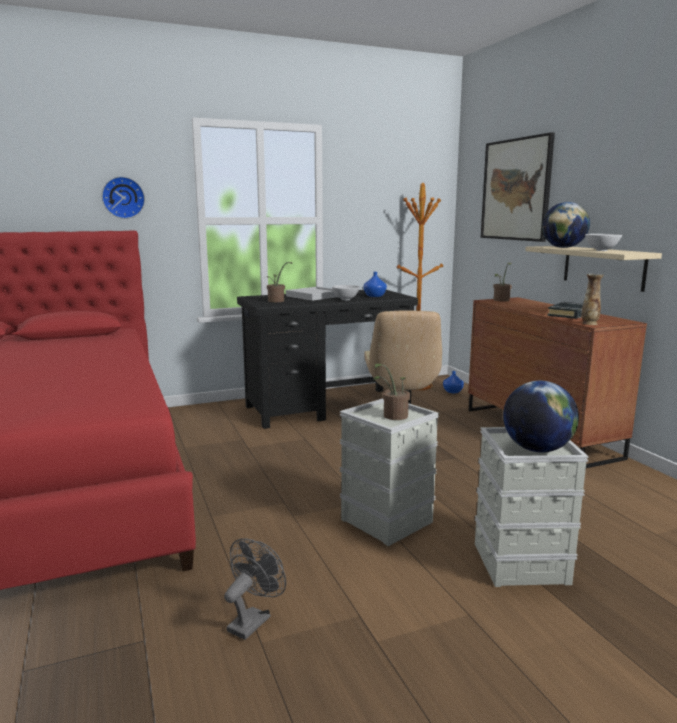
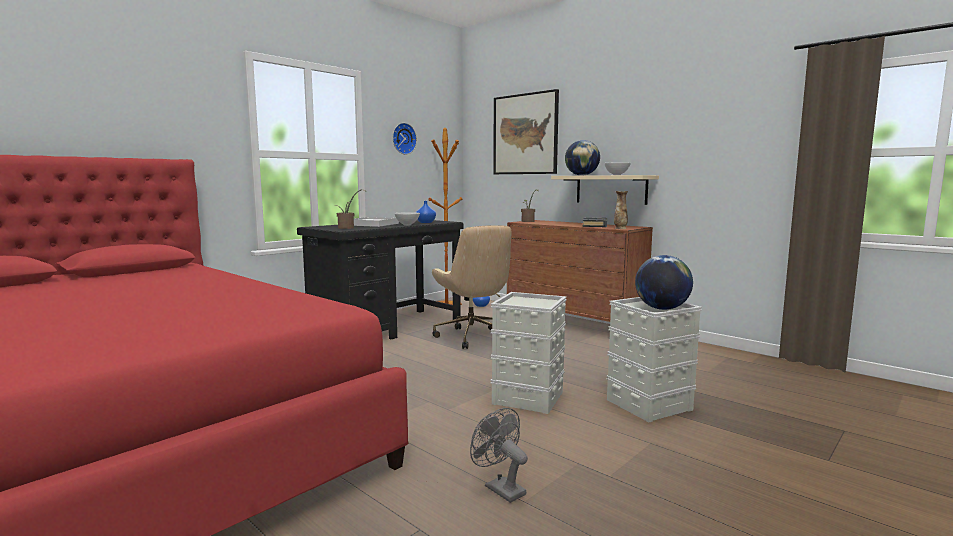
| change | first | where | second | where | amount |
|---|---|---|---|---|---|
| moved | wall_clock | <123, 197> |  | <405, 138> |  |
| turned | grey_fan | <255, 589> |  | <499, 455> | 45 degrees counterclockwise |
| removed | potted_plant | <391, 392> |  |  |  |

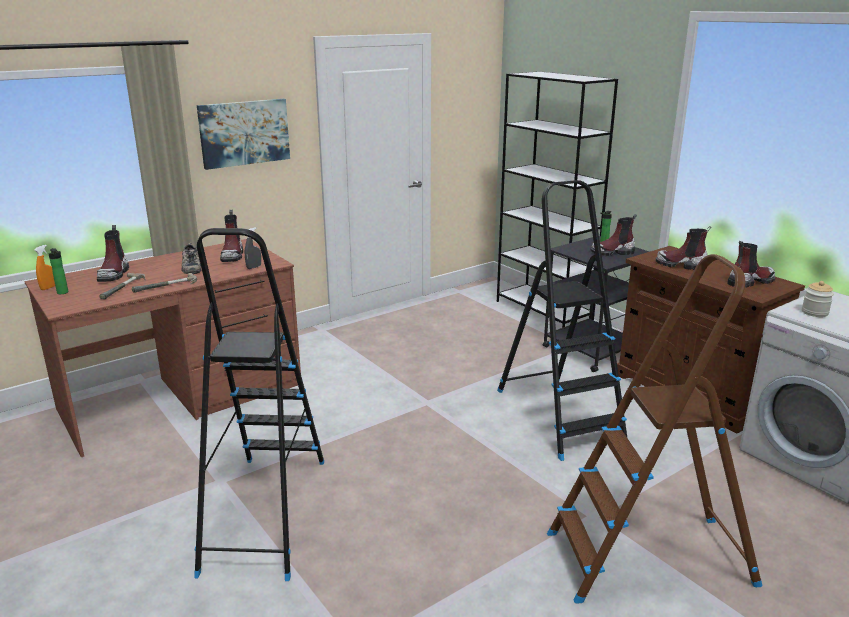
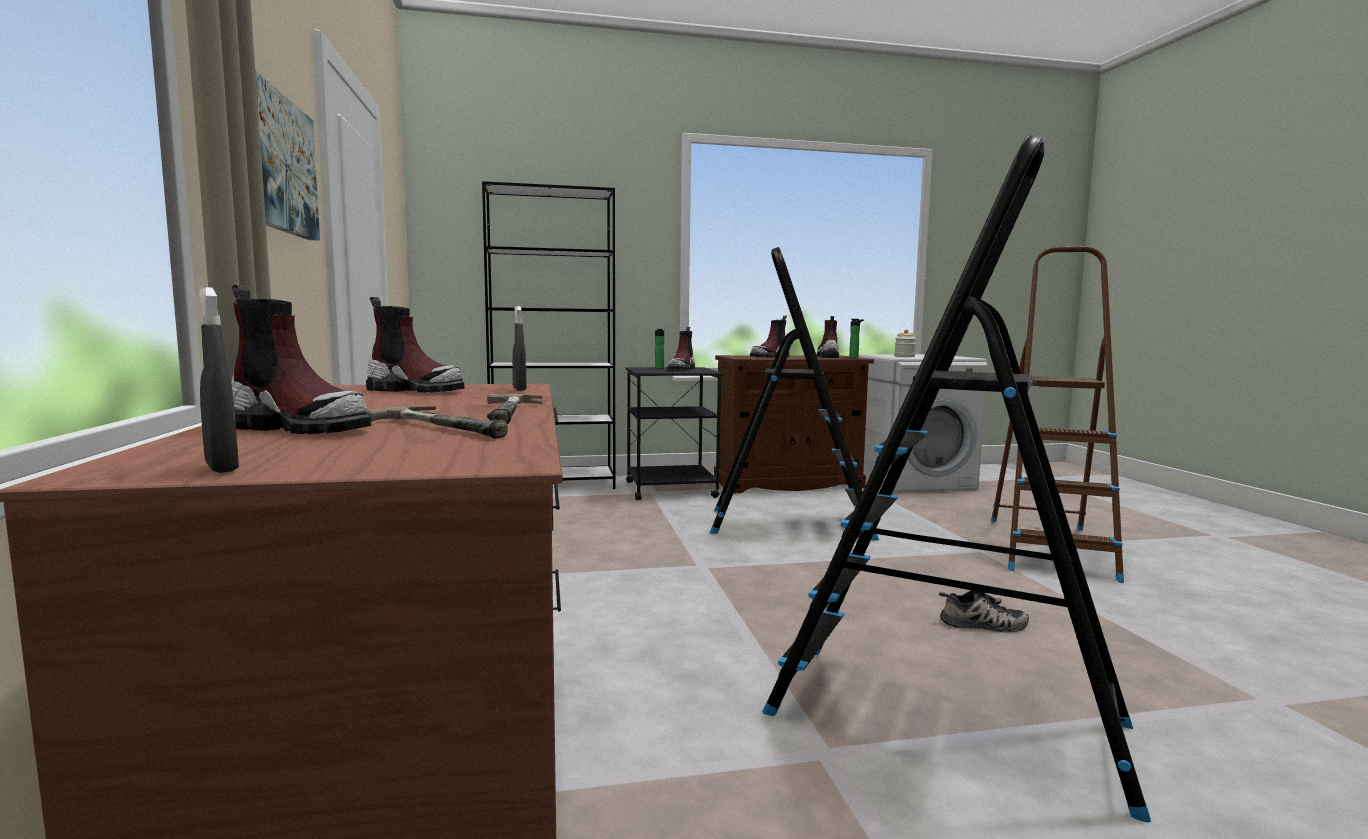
| change | first | where | second | where | amount |
|---|---|---|---|---|---|
| recoloured | orange_spray_bottle | <44, 267> | grey_spray_bottle | <219, 380> |  |
| moved | bottle | <58, 271> |  | <856, 338> |  |
| moved | shoe | <191, 258> |  | <984, 611> |  |

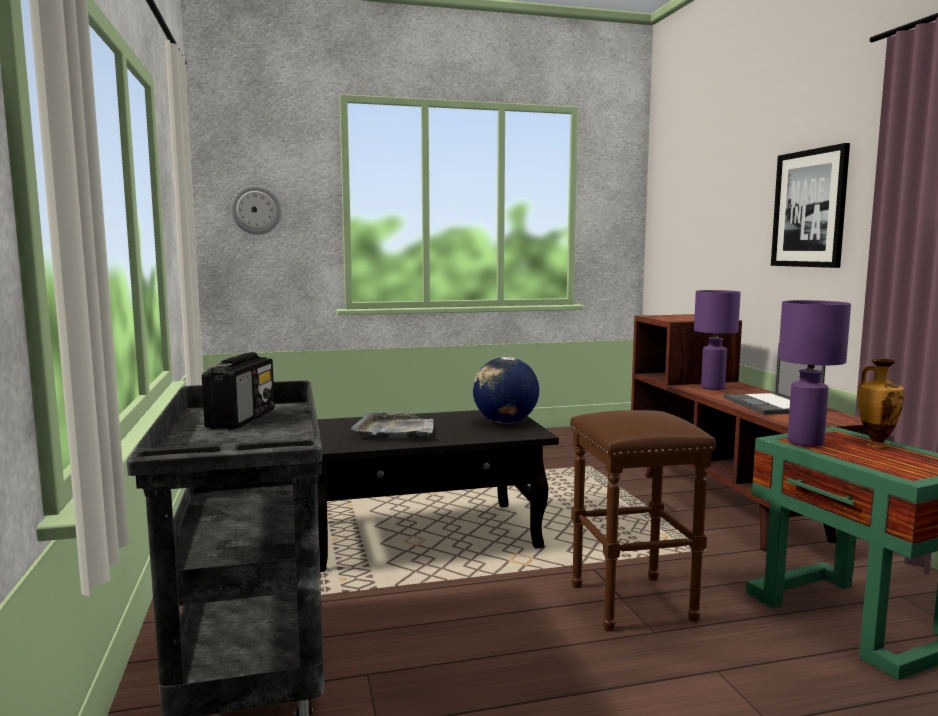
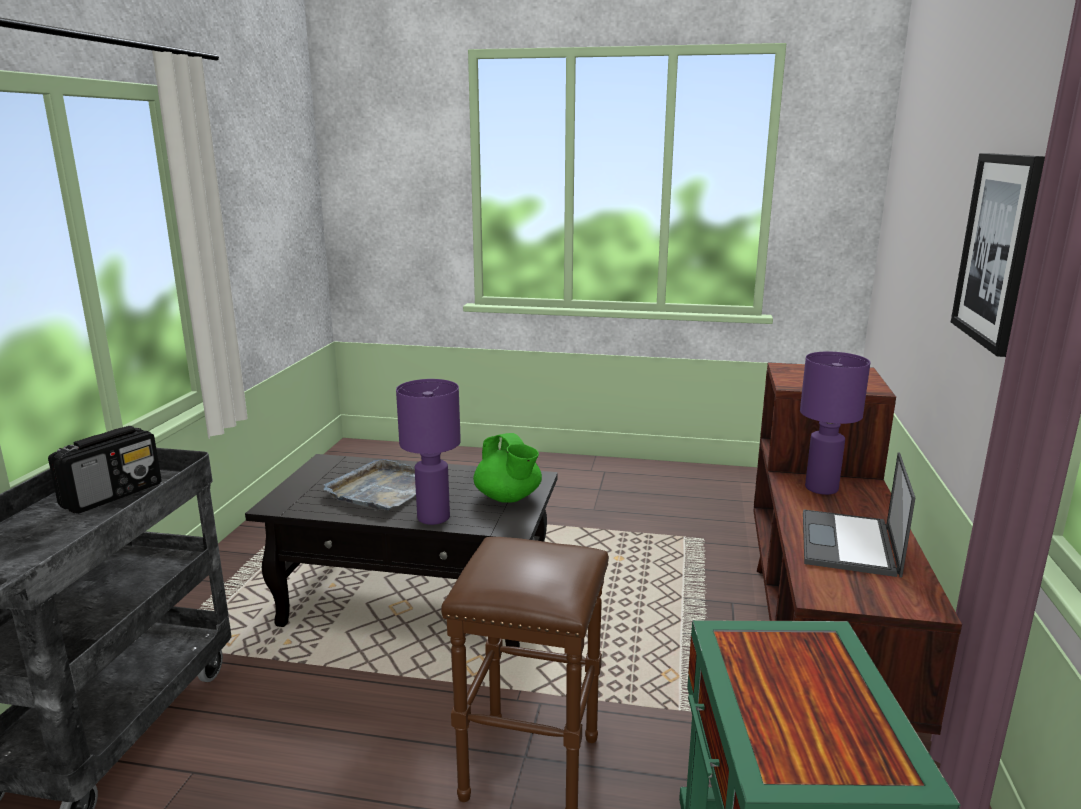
| change | first | where | second | where | amount |
|---|---|---|---|---|---|
| removed | wall_clock | <256, 210> |  |  |  |
| replaced | globe | <506, 390> | green_teapot | <507, 468> |  |
| moved | purple_table_lamp | <814, 373> |  | <428, 452> |  |
| removed | vase | <880, 403> |  |  |  |

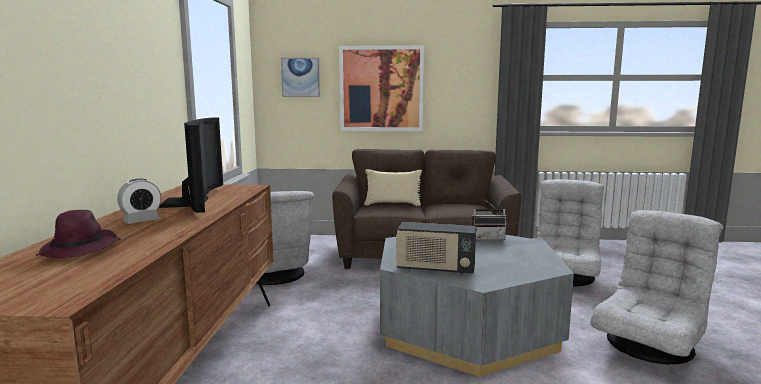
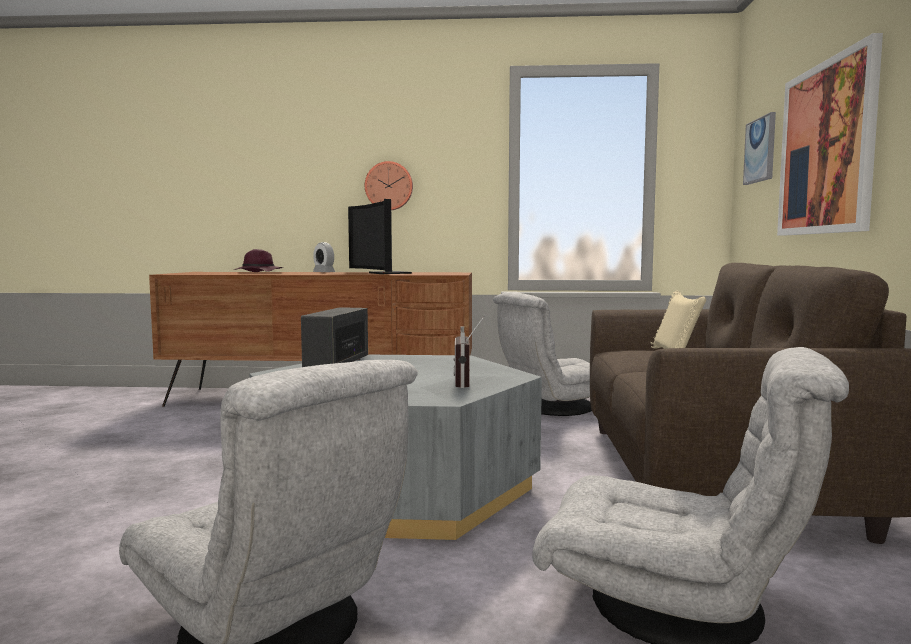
| change | first | where | second | where | amount |
|---|---|---|---|---|---|
| turned | television | <191, 165> |  | <380, 236> | 75 degrees clockwise |
| added |  |  | wall_clock | <389, 185> |  |

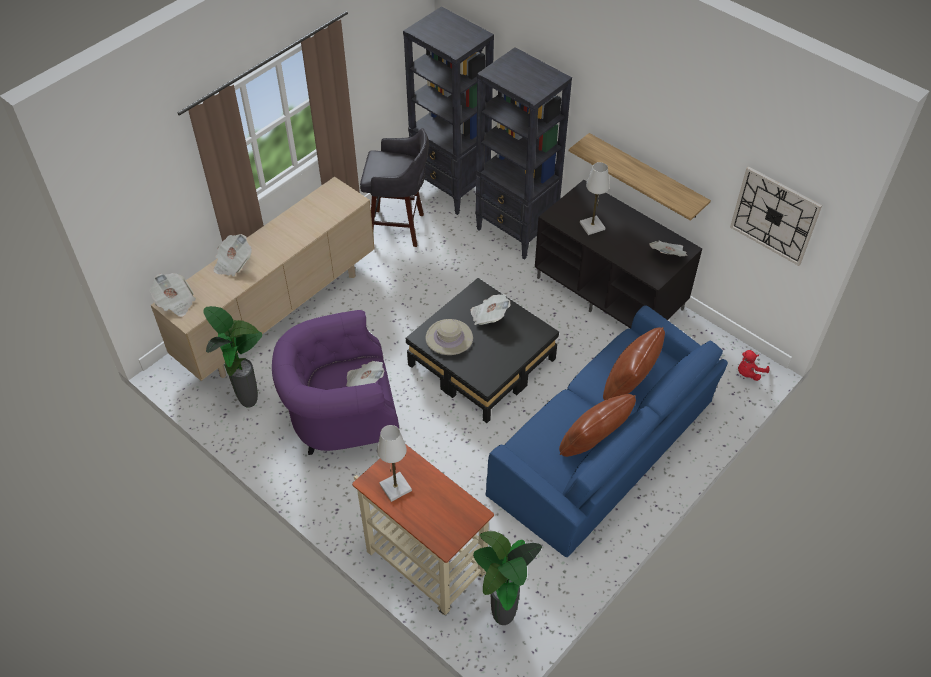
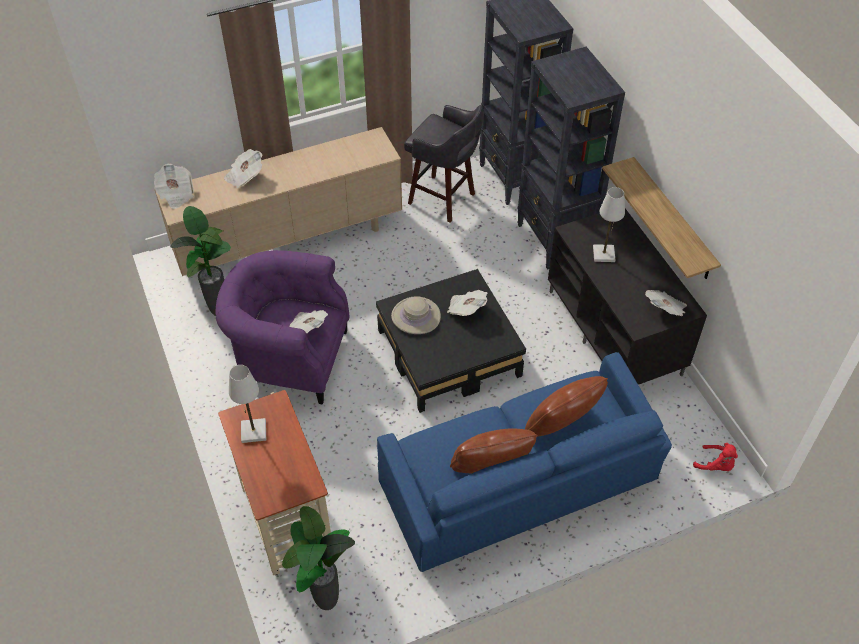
| change | first | where | second | where | amount |
|---|---|---|---|---|---|
| removed | wall_clock | <776, 216> |  |  |  |
| turned | red_plush_toy | <754, 365> |  | <715, 457> | 135 degrees counterclockwise |

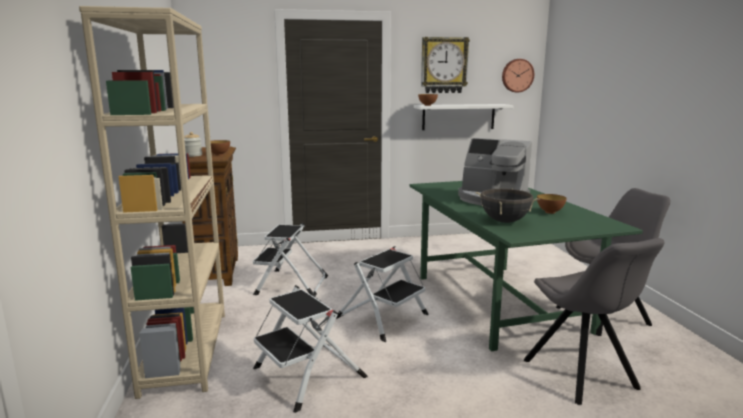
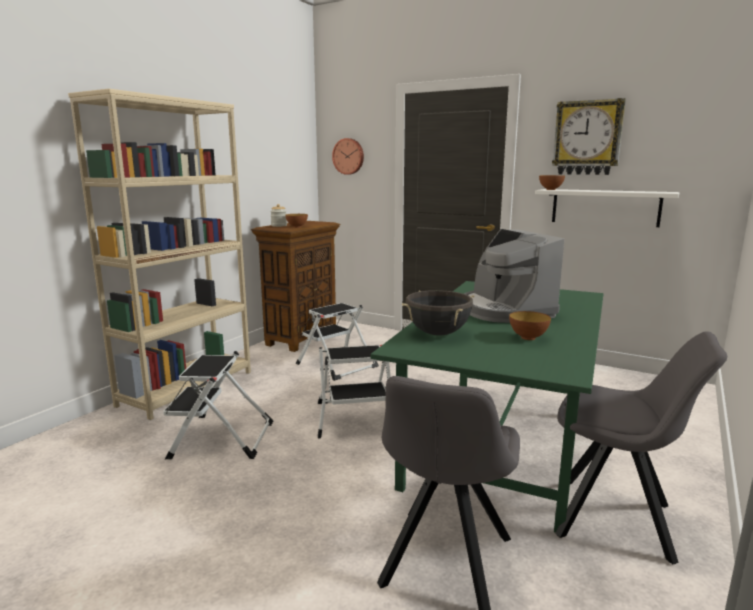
| change | first | where | second | where | amount |
|---|---|---|---|---|---|
| moved | wall_clock | <518, 76> |  | <348, 156> |  |

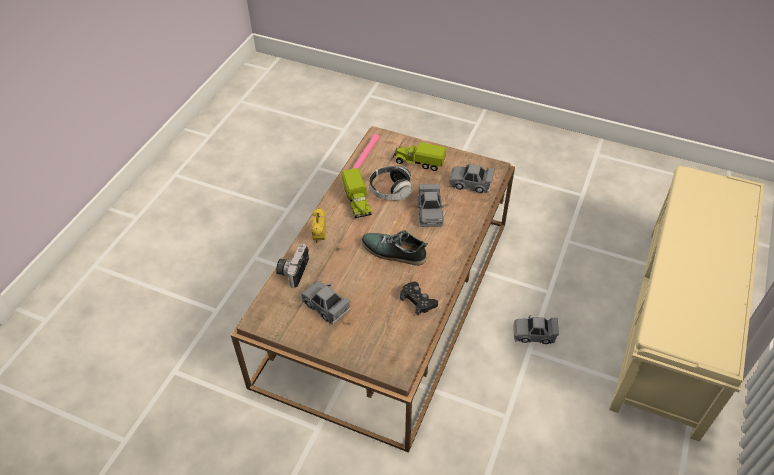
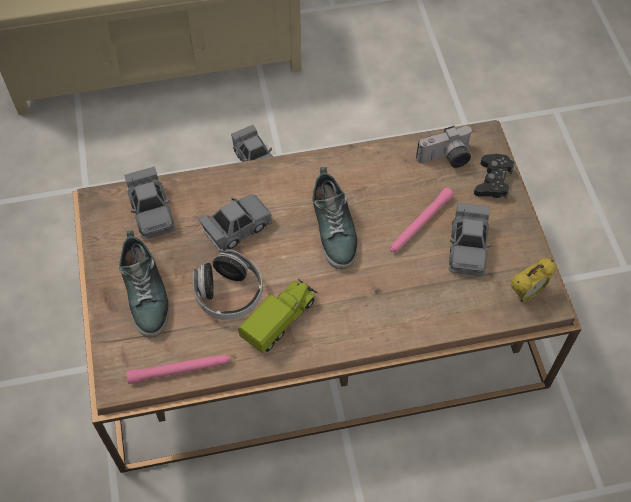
| change | first | where | second | where | amount |
|---|---|---|---|---|---|
| moved | photo_camera | <292, 265> |  | <444, 147> |  |
| moved | alarm_clock | <318, 225> |  | <533, 280> |  |
| replaced | toy_truck | <419, 156> | shoe | <144, 284> |  |
| moved | black_game_controller | <419, 299> |  | <494, 176> |  |
| added |  |  | pink_flashlight | <422, 219> |  |

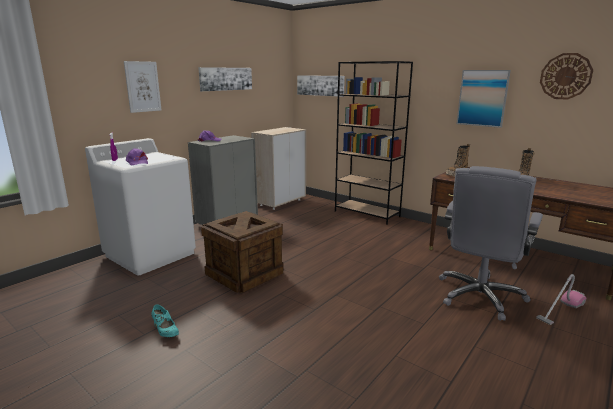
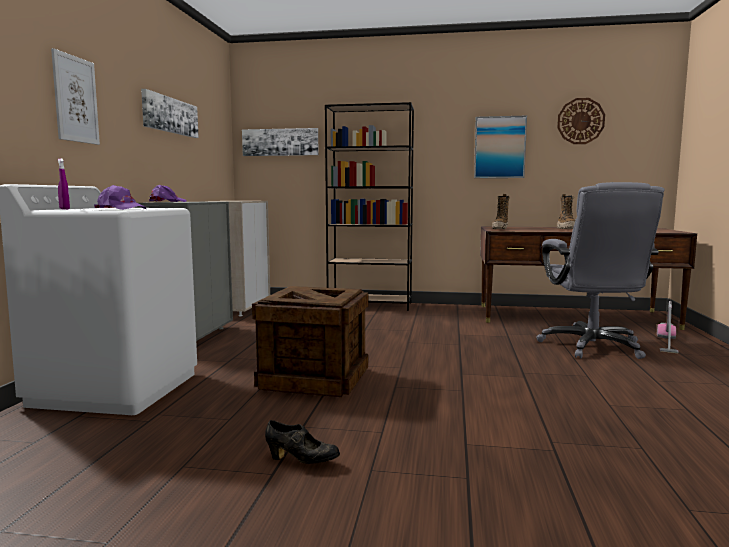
| change | first | where | second | where | amount |
|---|---|---|---|---|---|
| recoloured | turquoise_shoe | <165, 320> | black_shoe | <302, 442> |  |

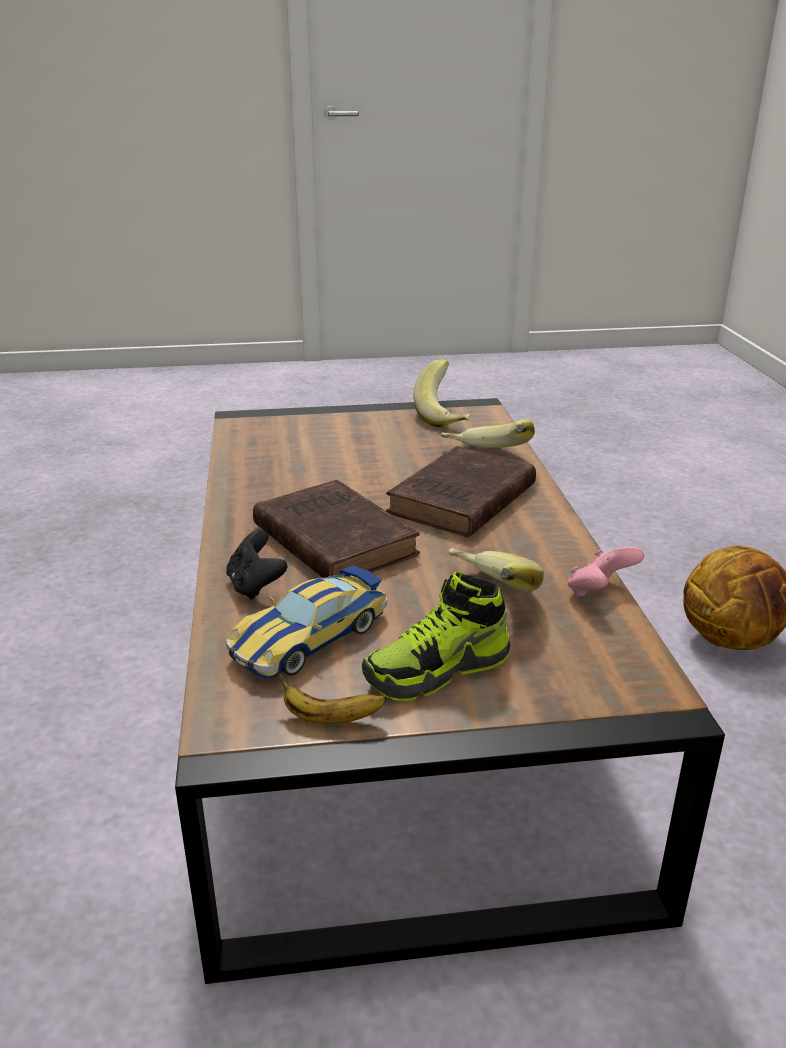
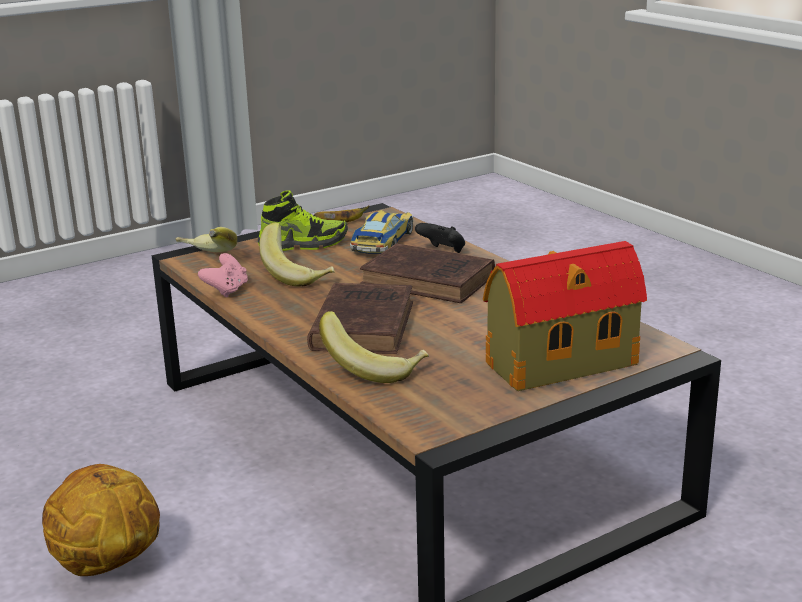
| change | first | where | second | where | amount |
|---|---|---|---|---|---|
| turned | shoe | <436, 636> |  | <303, 220> | 45 degrees clockwise |
| moved | banana | <441, 393> |  | <206, 239> |  |
| added |  |  | toy_house | <565, 316> |  |

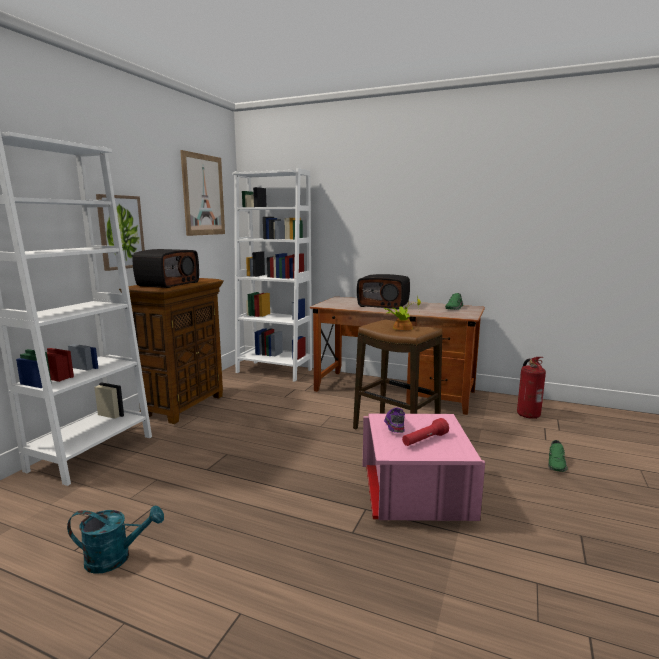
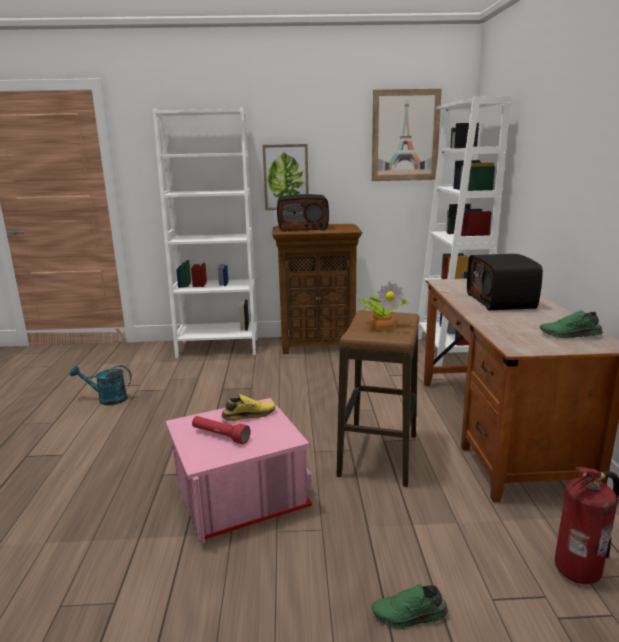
| change | first | where | second | where | amount |
|---|---|---|---|---|---|
| turned | turquoise_watering_can | <115, 540> |  | <101, 385> | 120 degrees clockwise |
| recoloured | purple_shoe | <394, 420> | yellow_shoe | <248, 407> |  |

